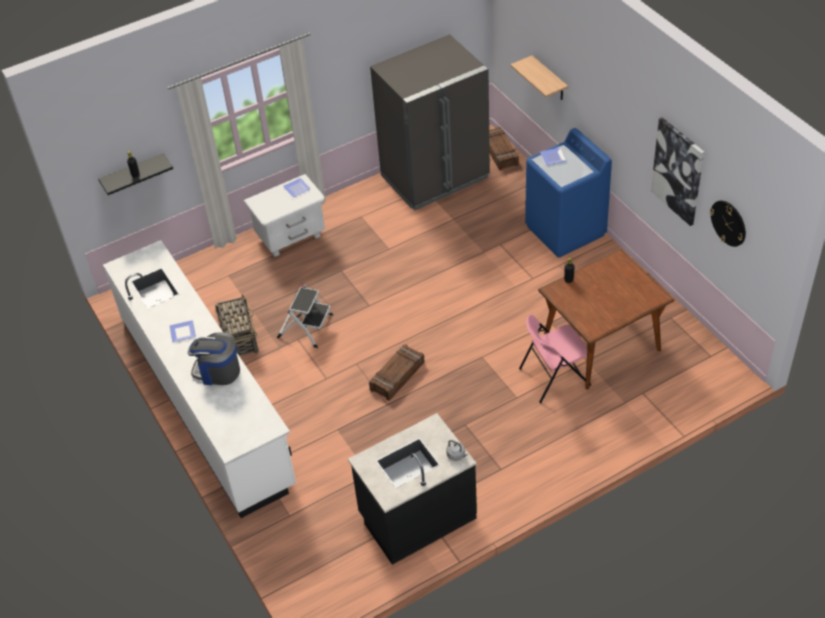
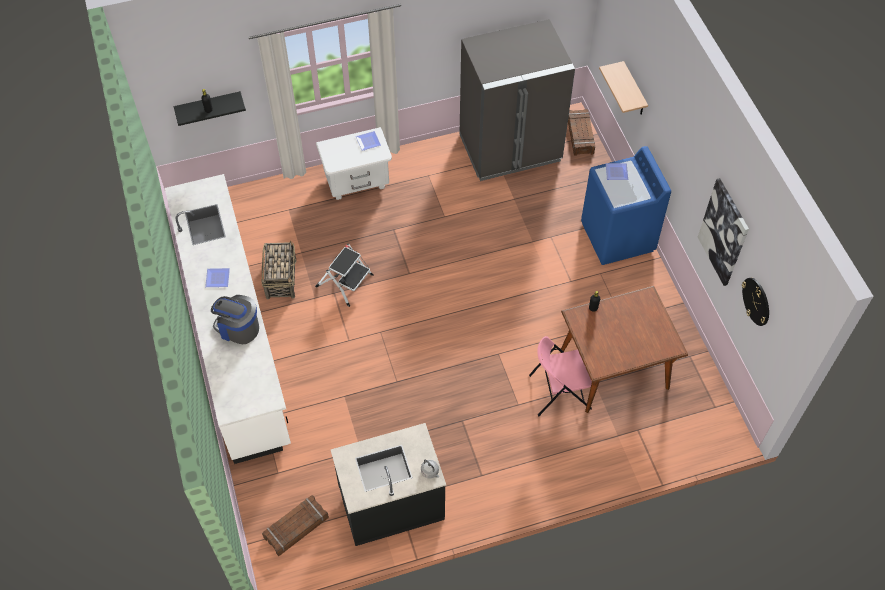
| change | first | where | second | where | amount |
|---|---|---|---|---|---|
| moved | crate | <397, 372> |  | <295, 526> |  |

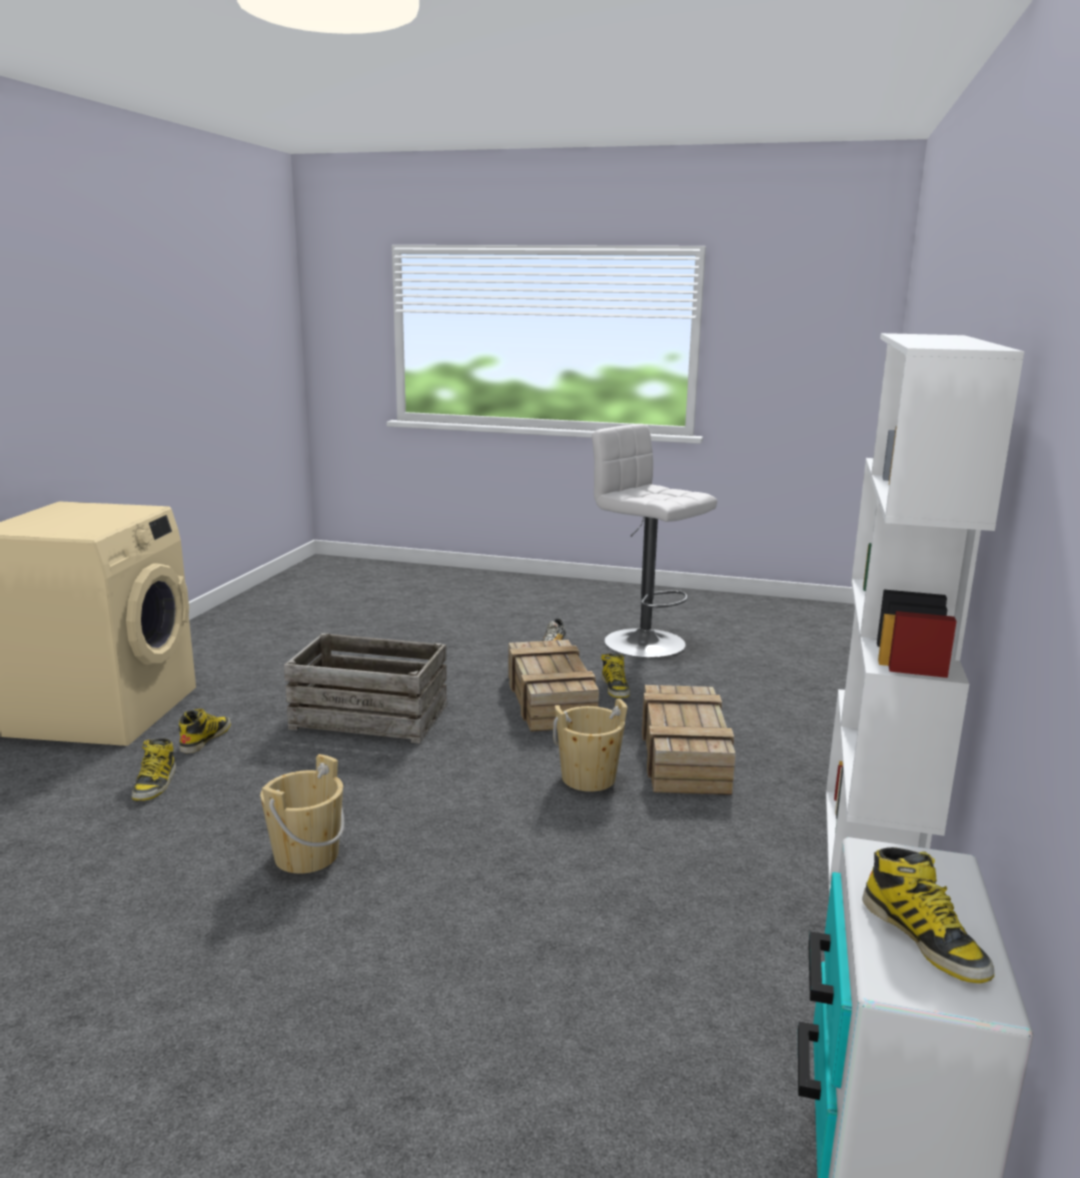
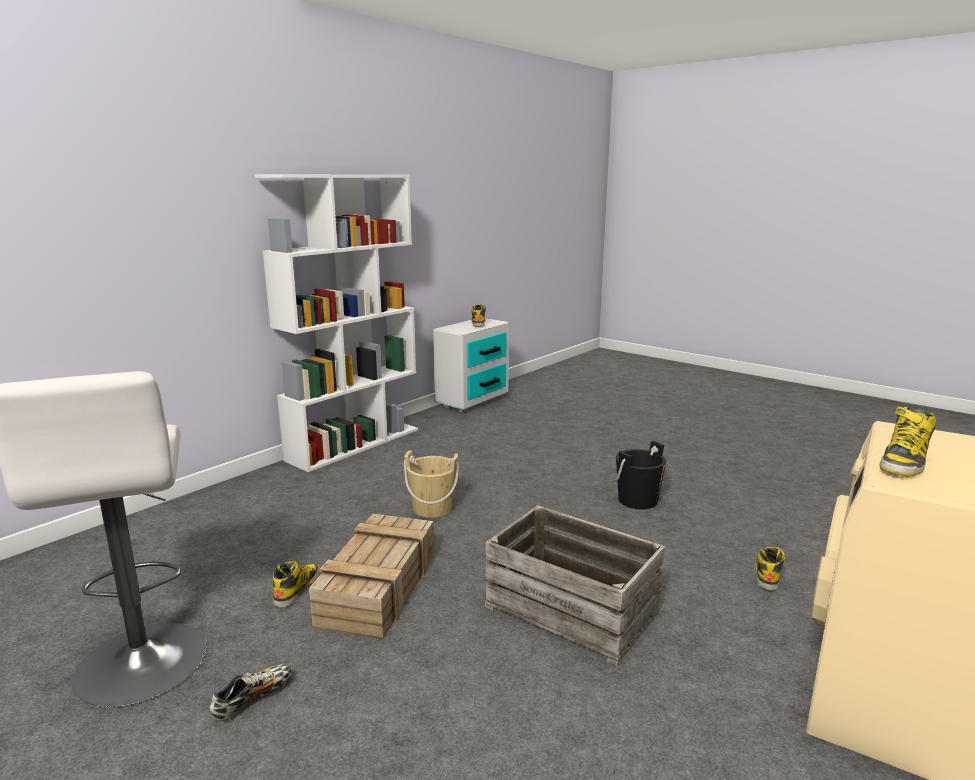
| change | first | where | second | where | amount |
|---|---|---|---|---|---|
| moved | boot | <205, 731> |  | <908, 441> |  |
| recoloured | beige_bucket | <302, 814> | black_bucket | <640, 475> |  |
| removed | crate | <689, 740> |  |  |  |

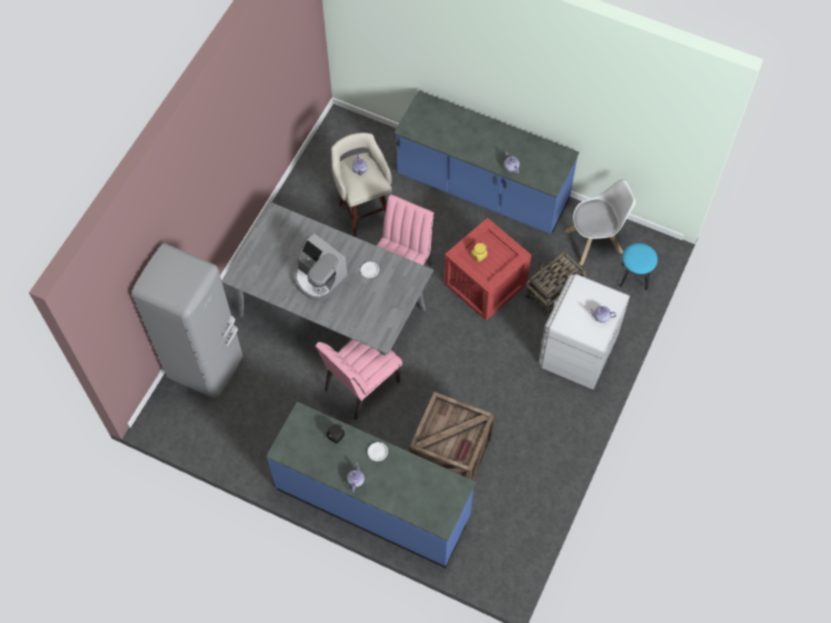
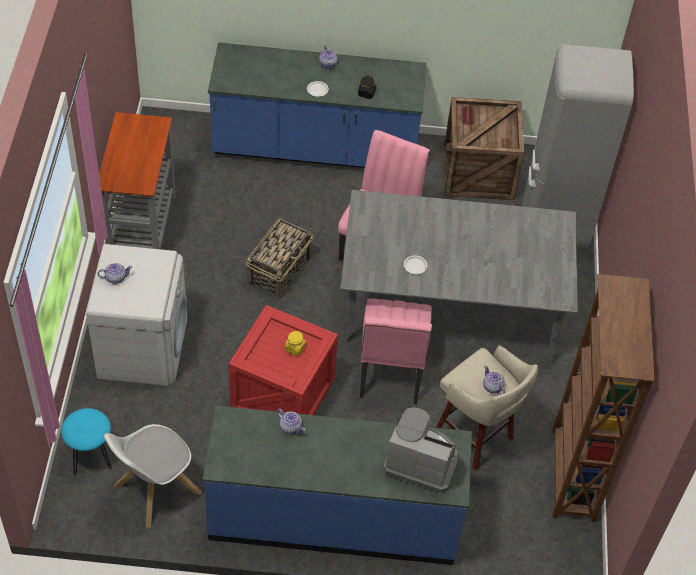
| change | first | where | second | where | amount |
|---|---|---|---|---|---|
| moved | coffee_machine | <321, 266> |  | <420, 449> |  |
| moved | crate | <452, 436> |  | <484, 148> |  |
| moved | basket | <556, 284> |  | <279, 259> |  |
| added |  |  | grey_cart | <137, 180> |  |
| added |  |  | brown_bookcase | <603, 398> |  |

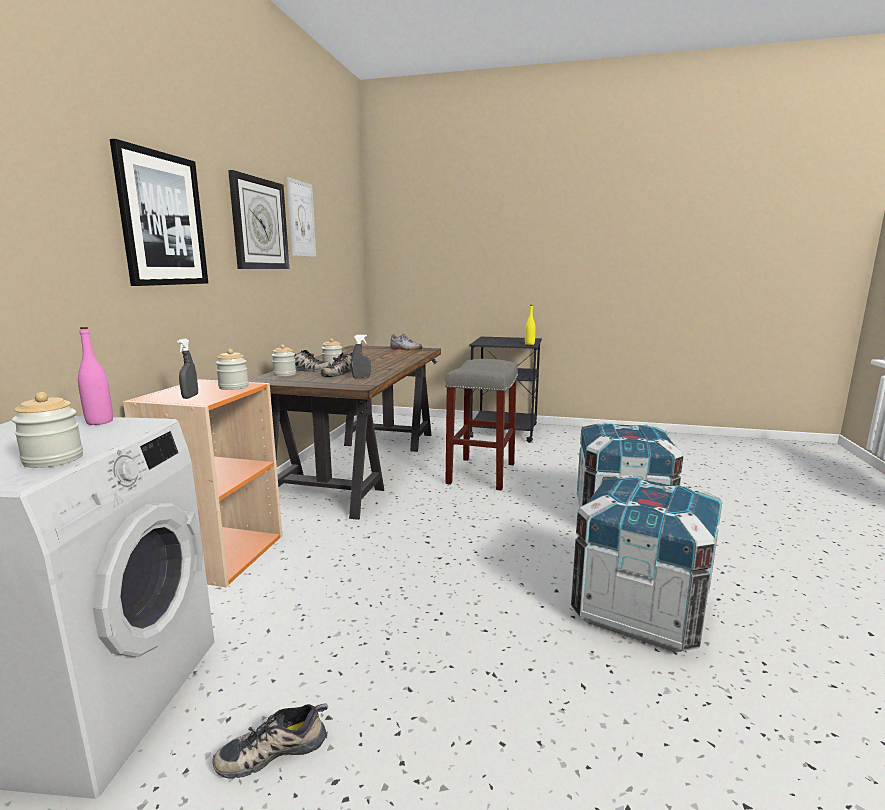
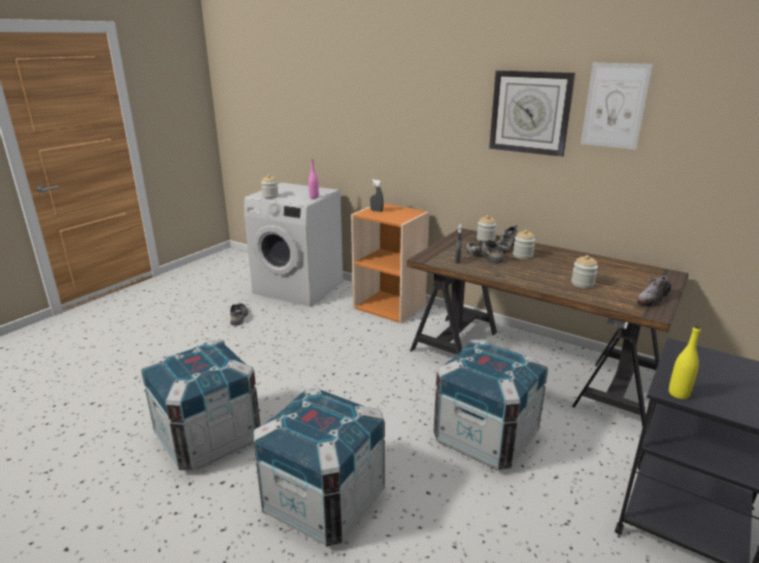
| change | first | where | second | where | amount |
|---|---|---|---|---|---|
| removed | picture | <159, 212> |  |  |  |
| moved | jar | <232, 369> |  | <584, 271> |  |
| replaced | grey_stool | <481, 425> | crate | <491, 404> |  |

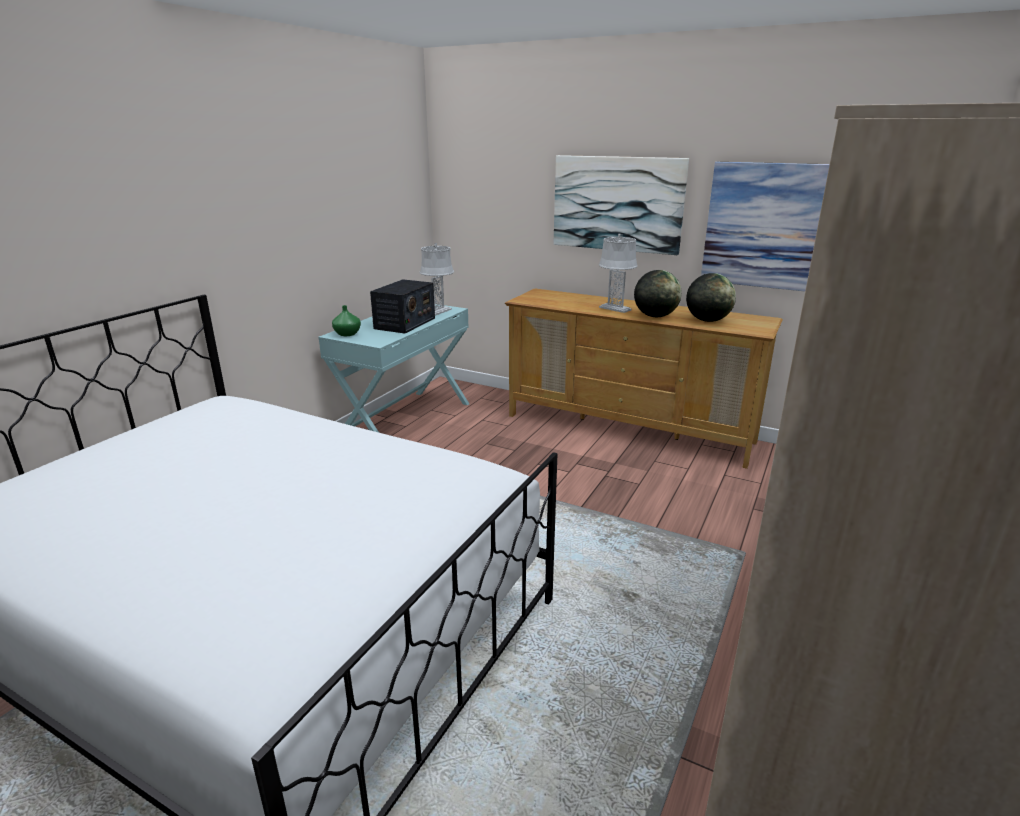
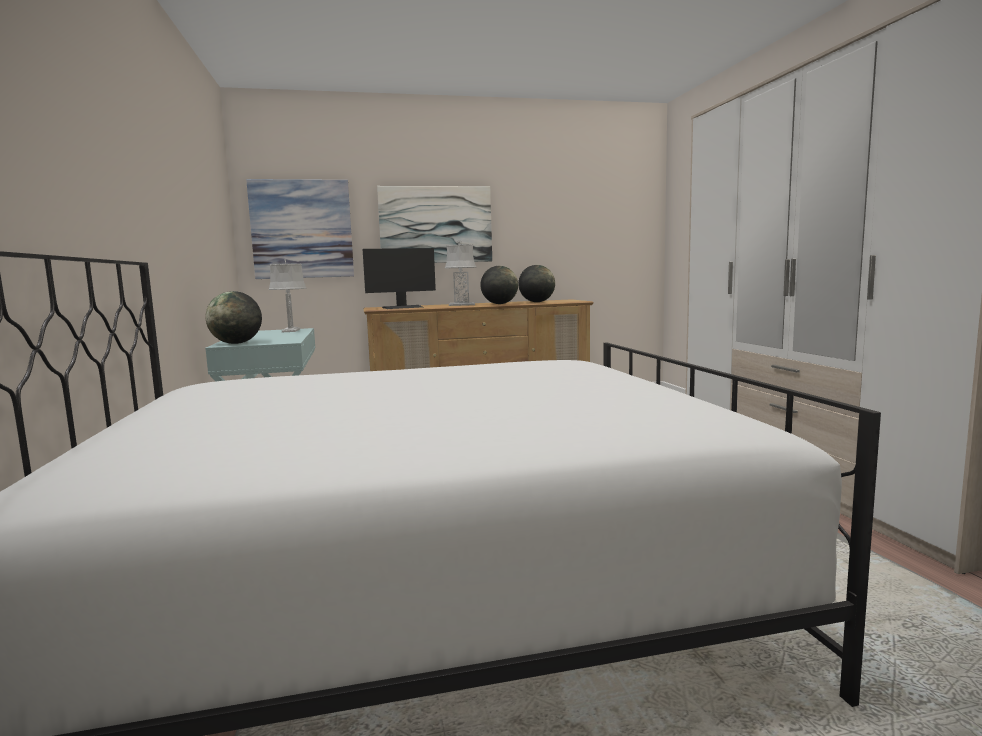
| change | first | where | second | where | amount |
|---|---|---|---|---|---|
| replaced | green_vase | <346, 320> | globe | <233, 317> |  |
| removed | radio | <402, 306> |  |  |  |
| moved | picture | <765, 227> |  | <300, 229> |  |
| added |  |  | monitor | <399, 278> |  |

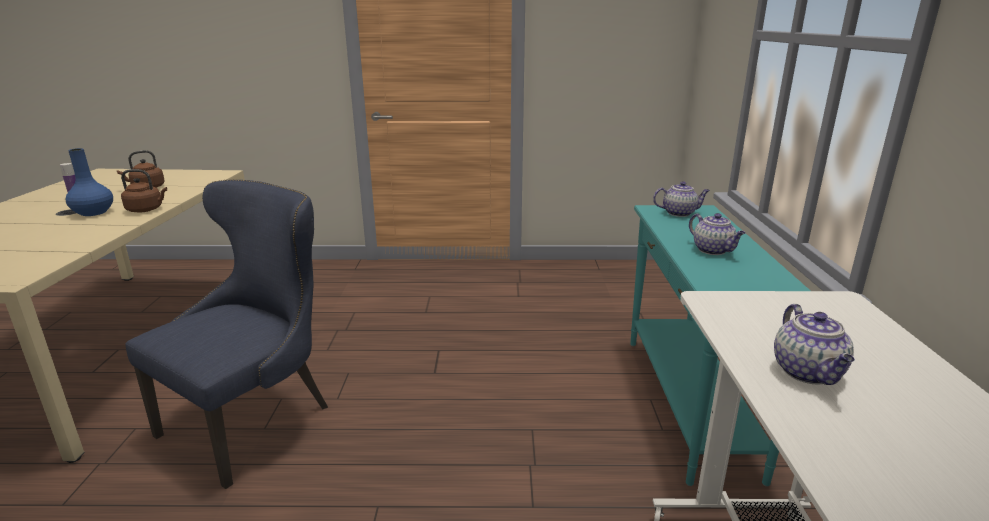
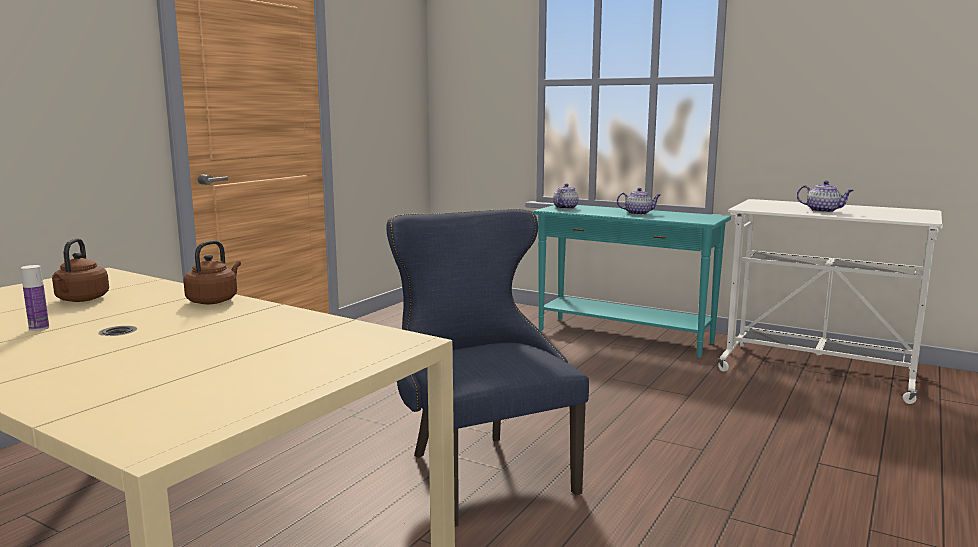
| change | first | where | second | where | amount |
|---|---|---|---|---|---|
| removed | blue_vase | <89, 182> |  |  |  |

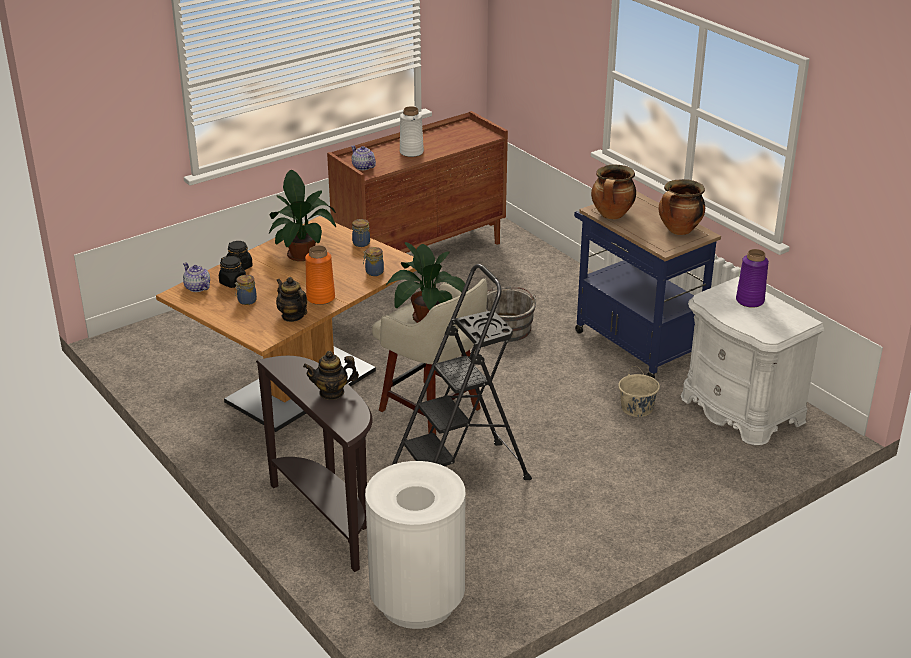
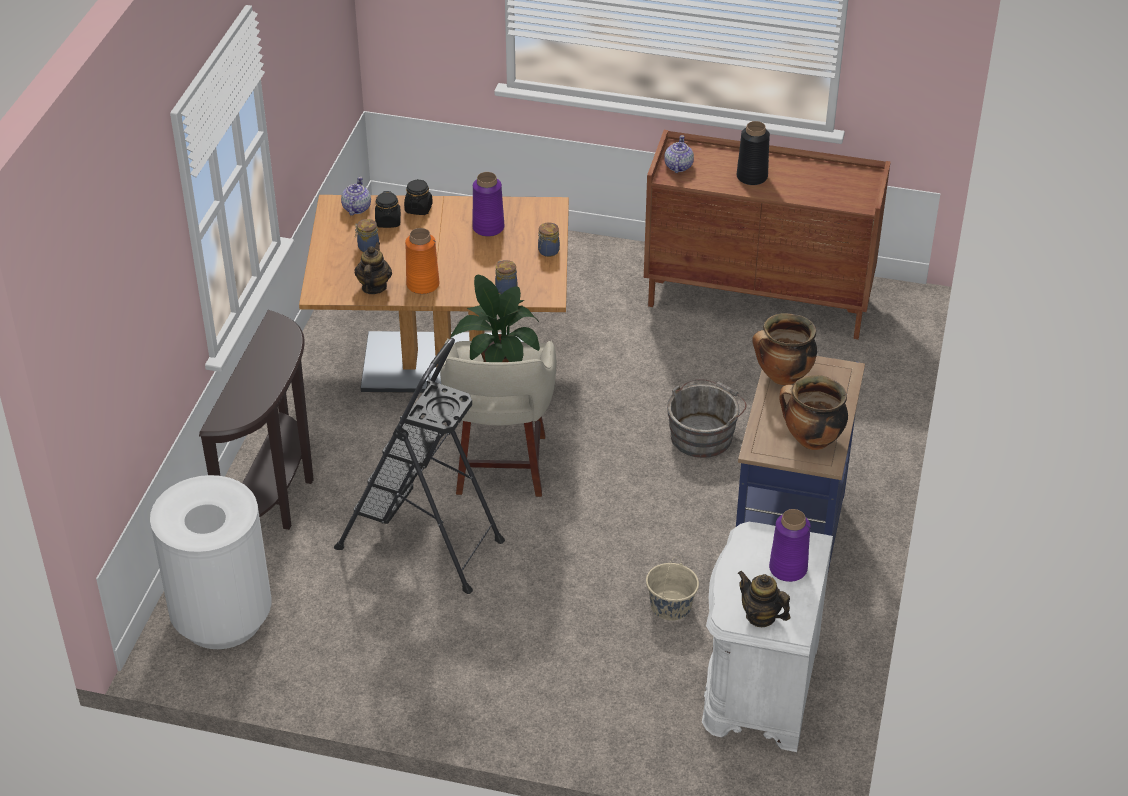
| change | first | where | second | where | amount |
|---|---|---|---|---|---|
| replaced | potted_plant | <302, 215> | purple_vase | <488, 204> |  |
| moved | teapot | <331, 375> |  | <764, 599> |  |
| recoloured | white_vase | <412, 131> | black_vase | <753, 153> |  |

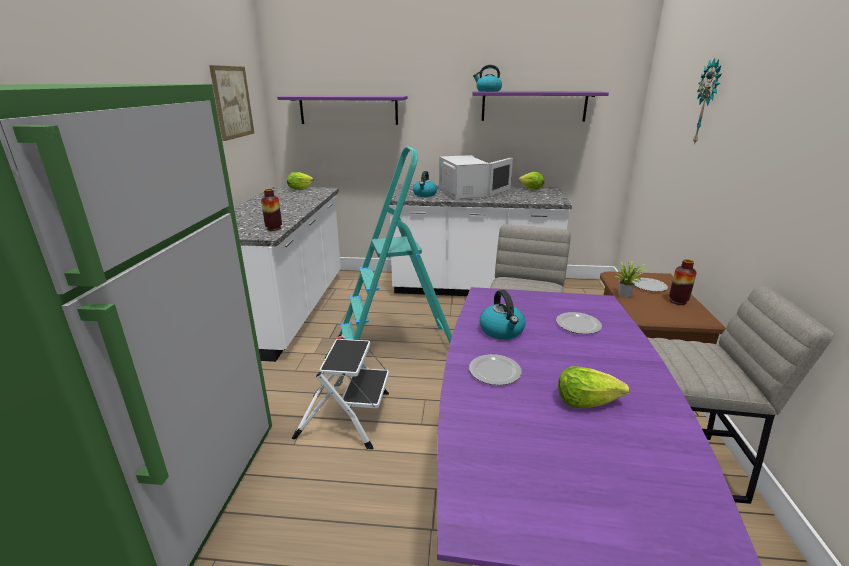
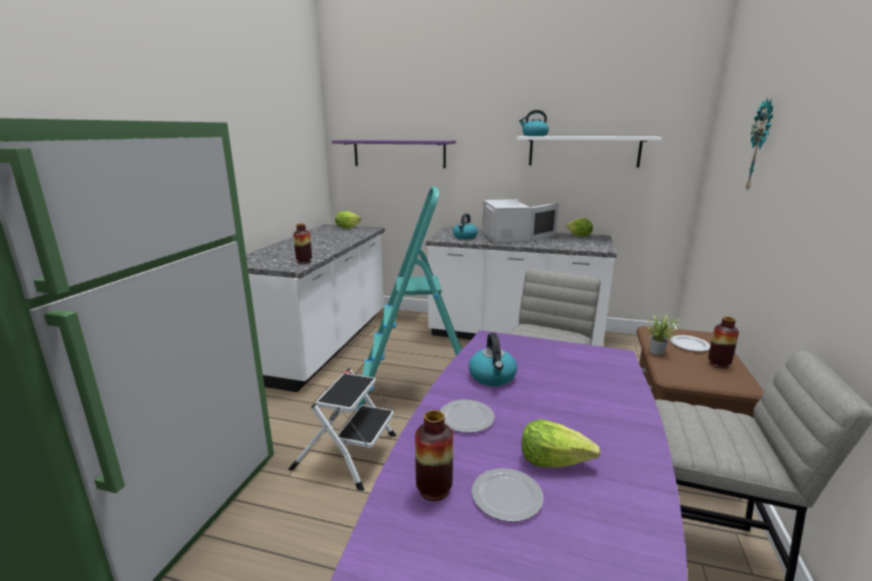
| change | first | where | second | where | amount |
|---|---|---|---|---|---|
| removed | picture | <231, 103> |  |  |  |
| recoloured | purple_shelf | <540, 106> | white_shelf | <589, 151> |  |
| moved | plate | <579, 323> |  | <507, 495> |  |
| added |  |  | vase | <434, 455> |  |

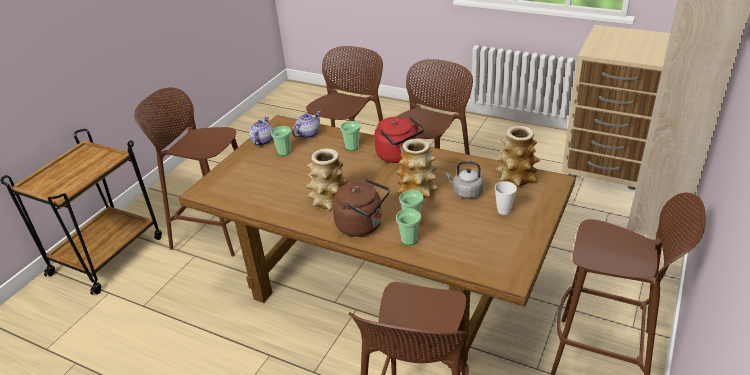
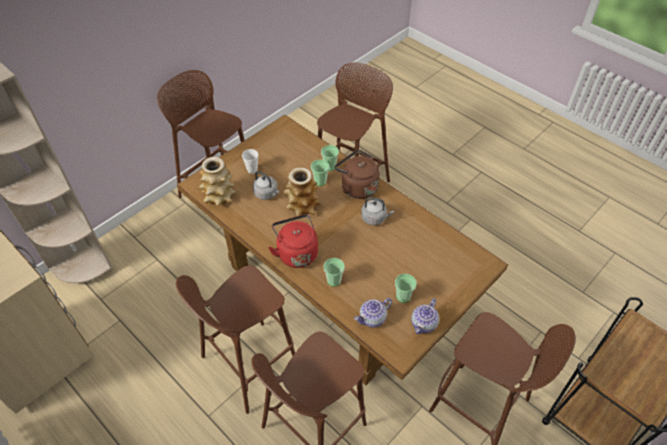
| change | first | where | second | where | amount |
|---|---|---|---|---|---|
| replaced | vase | <327, 179> | grey_kettle | <377, 211> |  |

